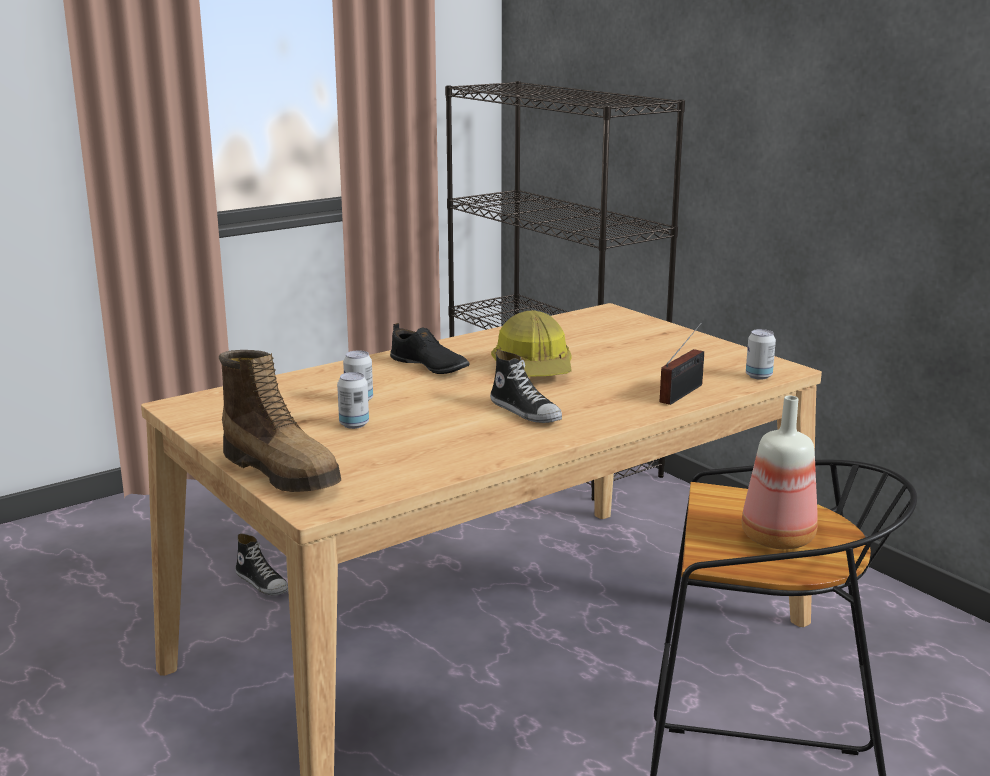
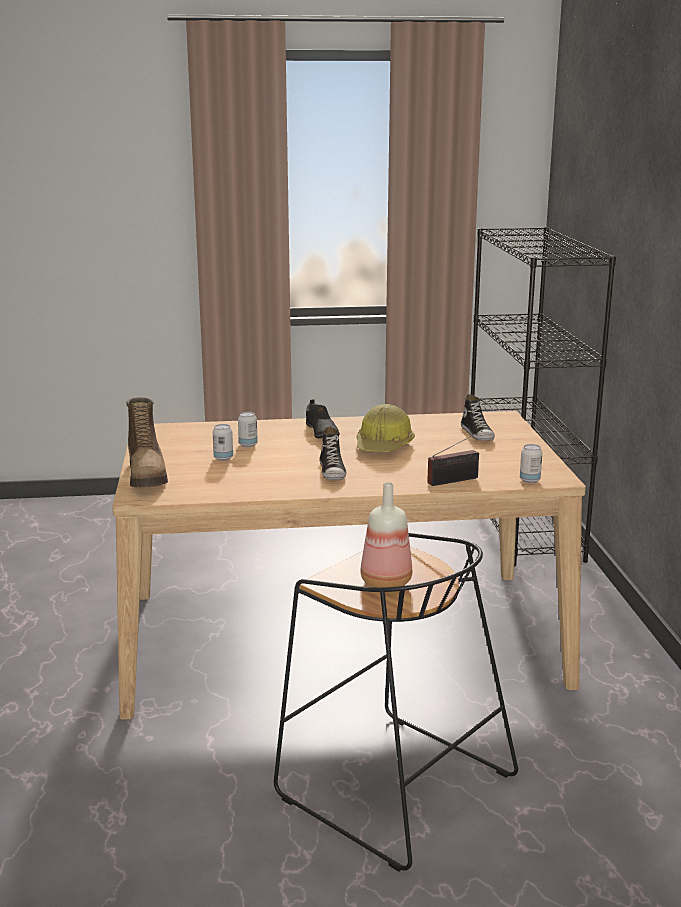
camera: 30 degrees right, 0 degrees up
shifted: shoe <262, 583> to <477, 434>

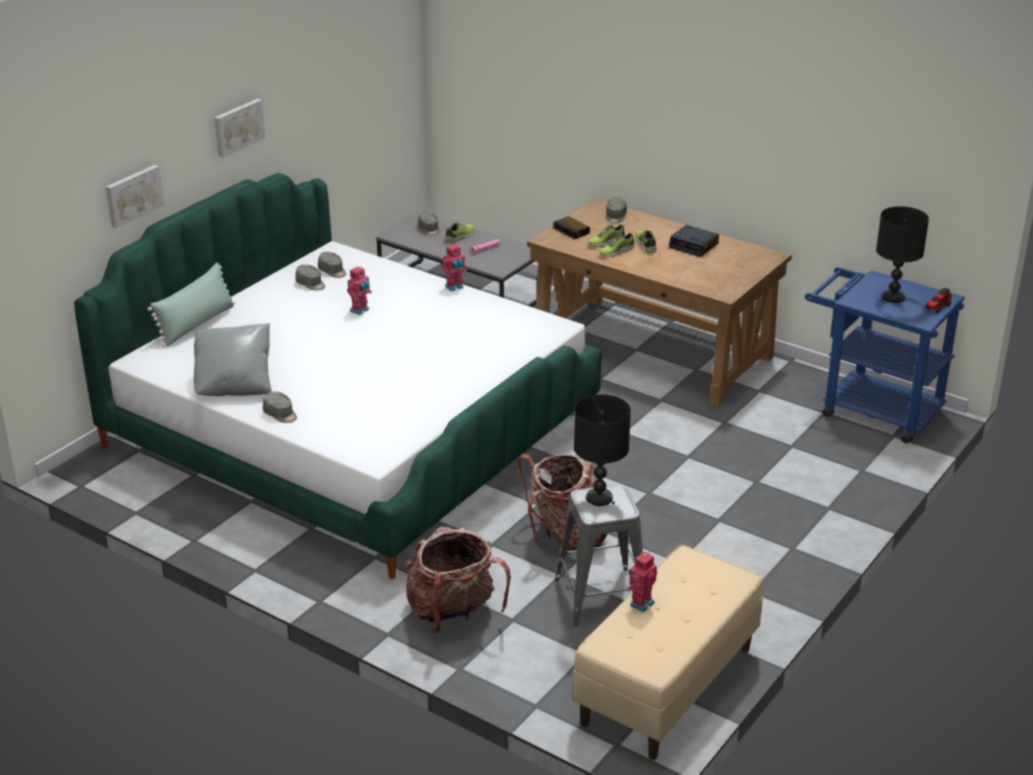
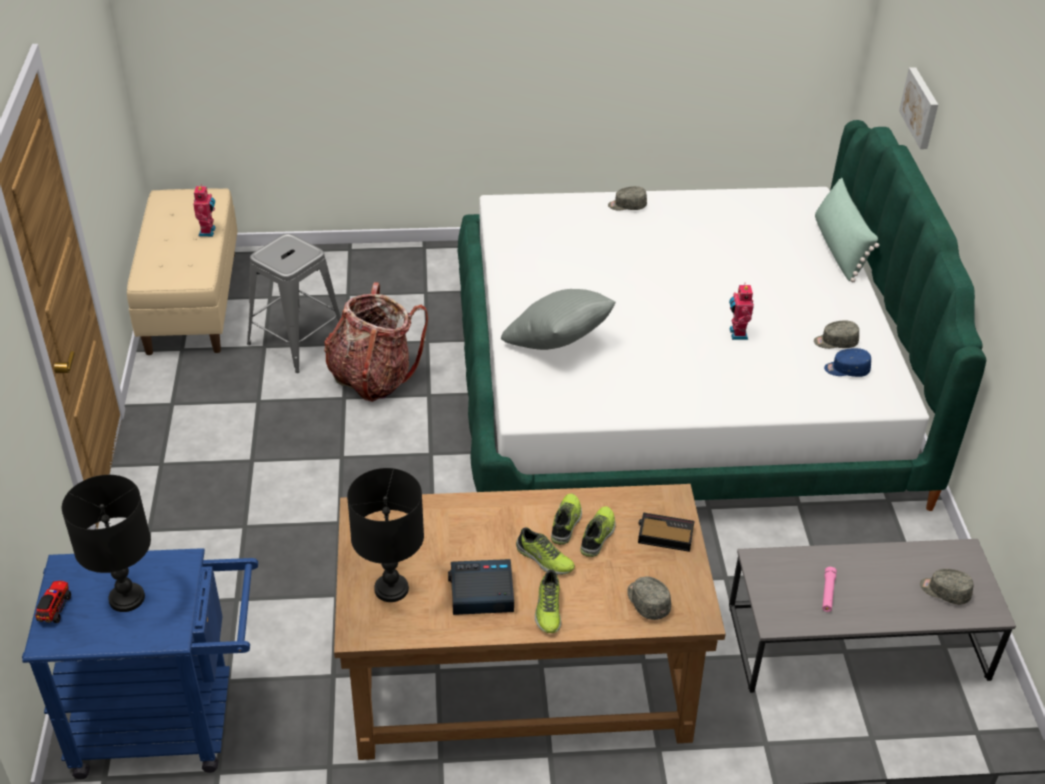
camera: 140 degrees right, 10 degrees up
gone: picture <238, 127>; toy robot <455, 287>; backpack <453, 613>
shifted: shoe <460, 236> to <548, 609>; grey pillow <235, 384> to <558, 344>; black table lamp <600, 498> to <391, 589>
repainted: grey cap <332, 271> to blue cap <846, 370>

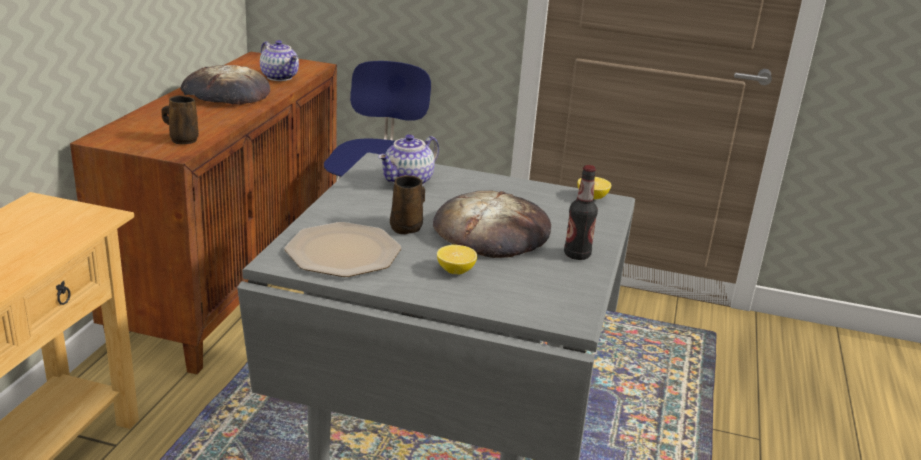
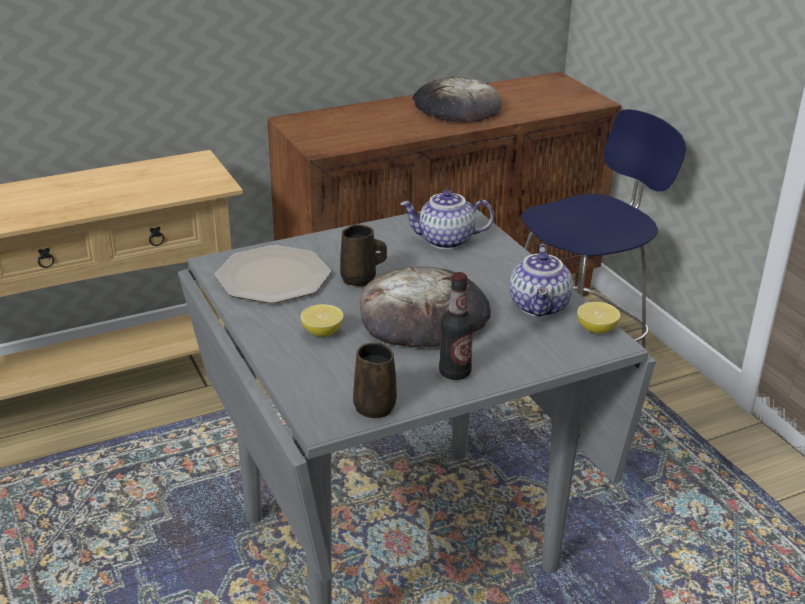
camera: 50 degrees right, 5 degrees up
shifted: teapot <280, 77> to <540, 307>; brown mug <182, 140> to <373, 405>

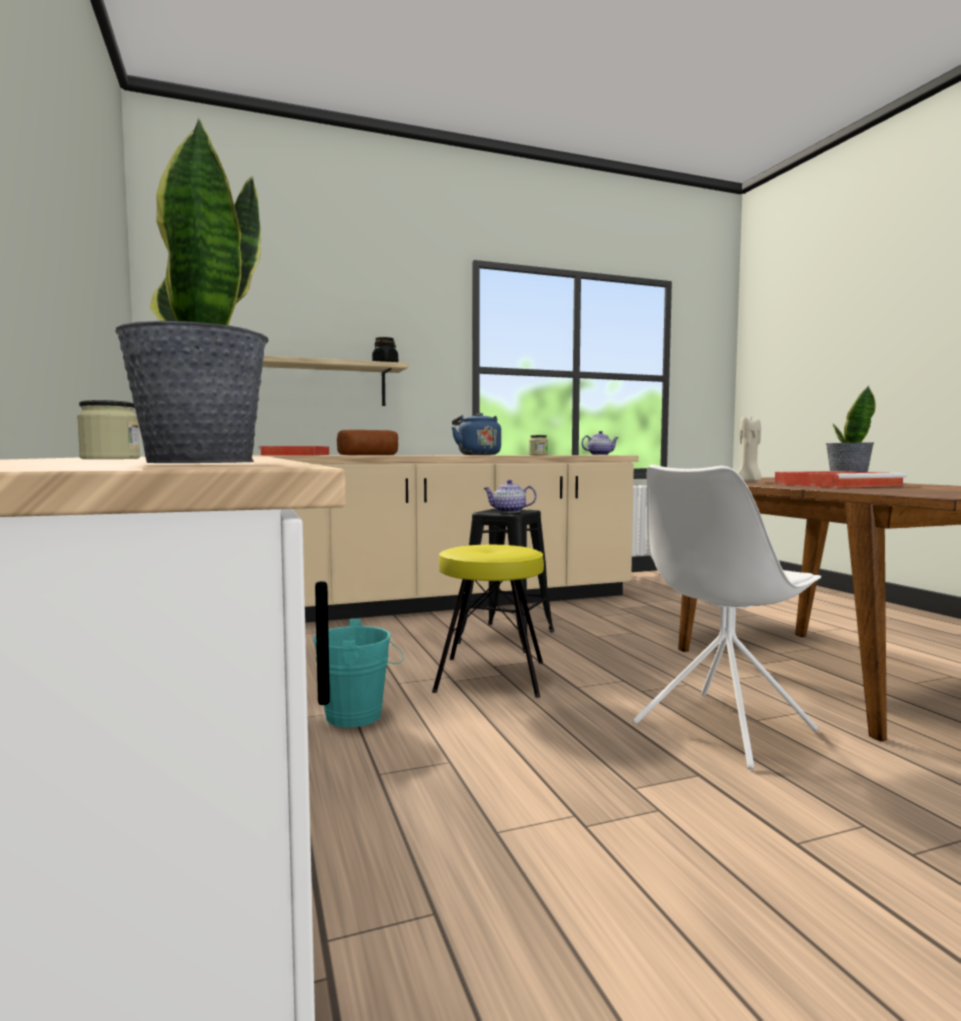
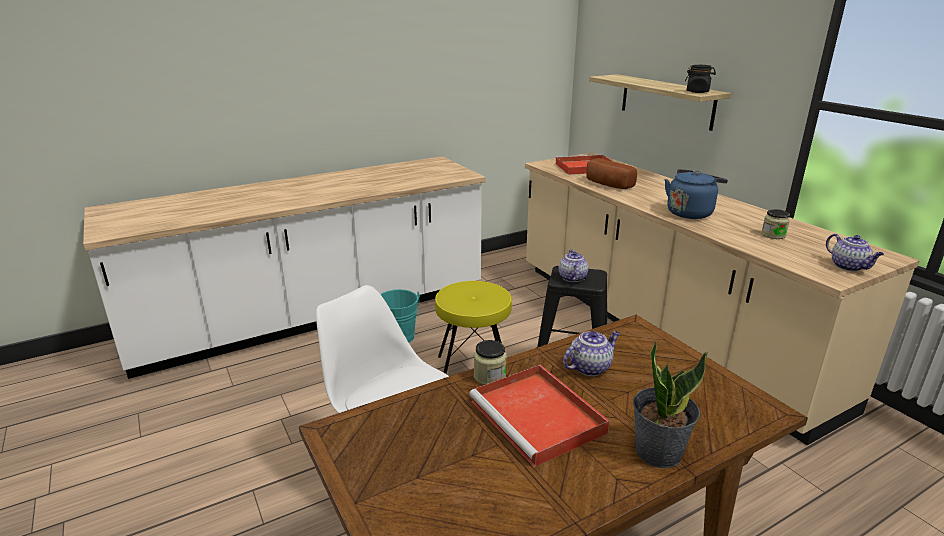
camera: 80 degrees right, 20 degrees up
gone: potted plant <198, 462>
shifted: jar <110, 459> to <489, 376>
swapped: beige candle <749, 482> to teapot <590, 367>

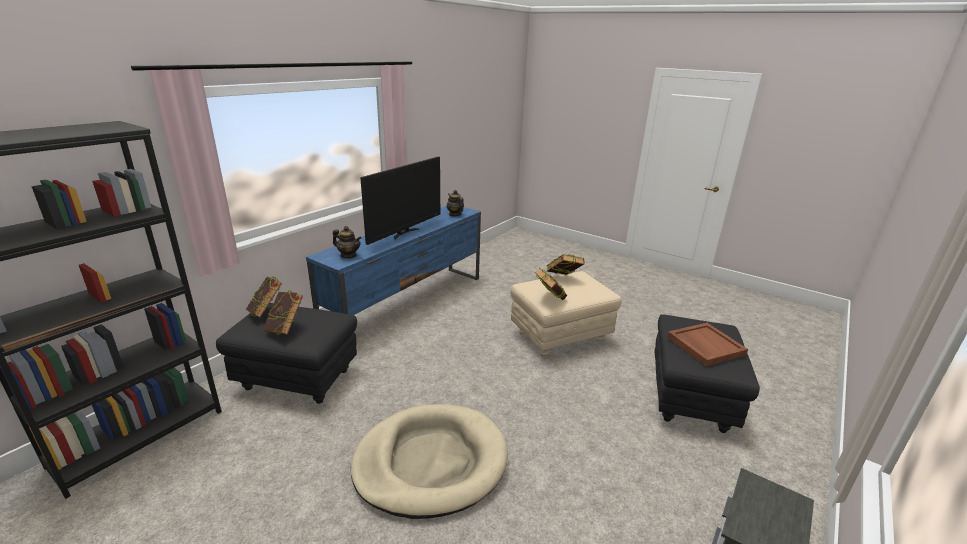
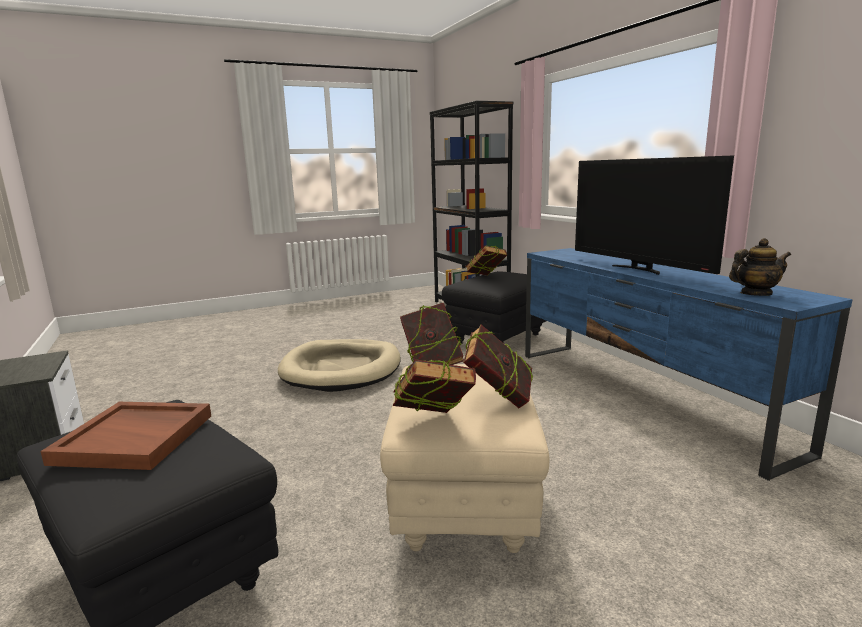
camera: 120 degrees right, 10 degrees down
gone: teapot <348, 255>
shifted: book <266, 313> to <433, 425>

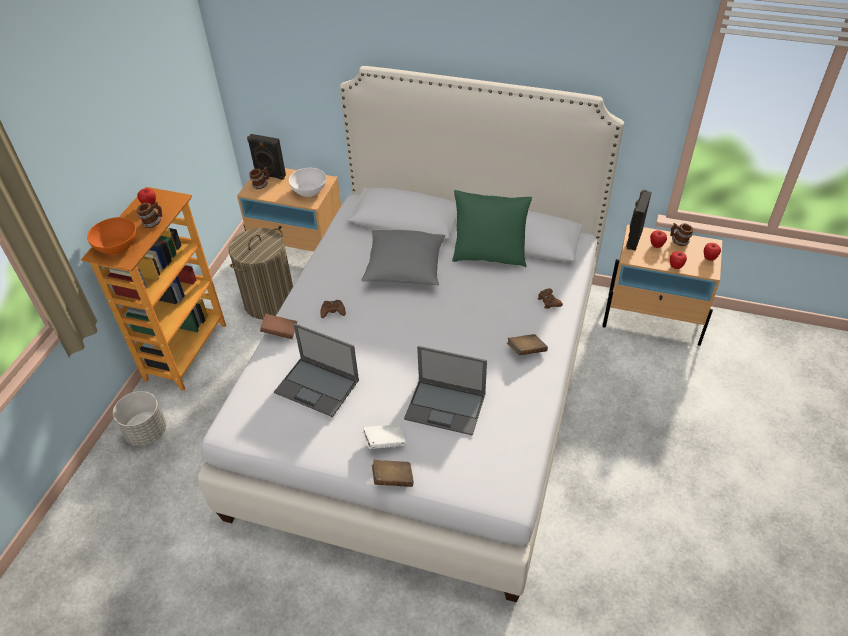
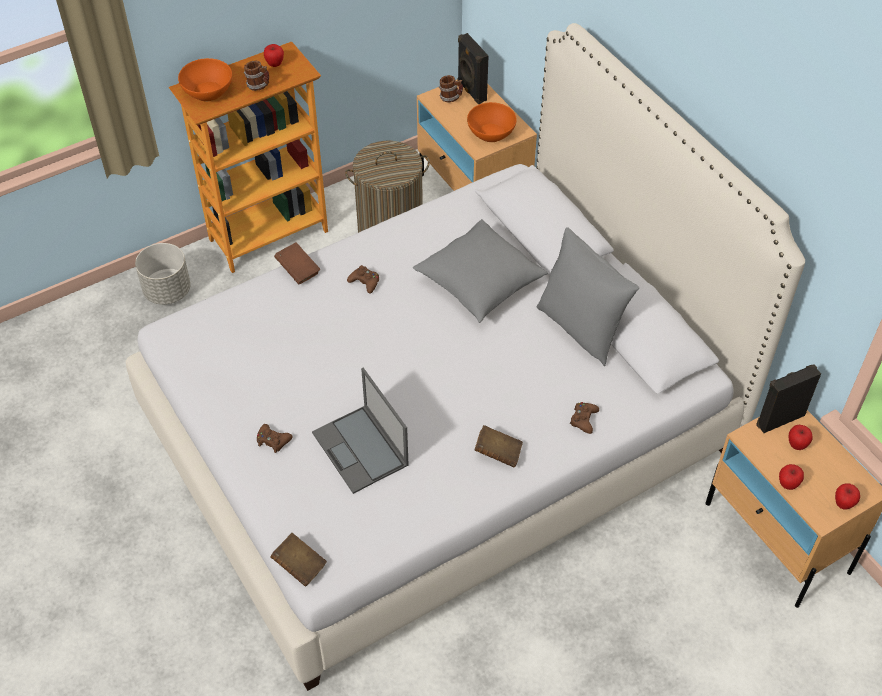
camera: 40 degrees right, 5 degrees up
gone: mug <678, 242>; laptop <318, 386>
shifted: brown book <393, 479> to <299, 566>
swapped: white book <384, 442> to brown game controller <273, 441>
repainted: white bowl <309, 190> to orange bowl <491, 133>; green pillow <489, 256> to grey pillow <580, 328>

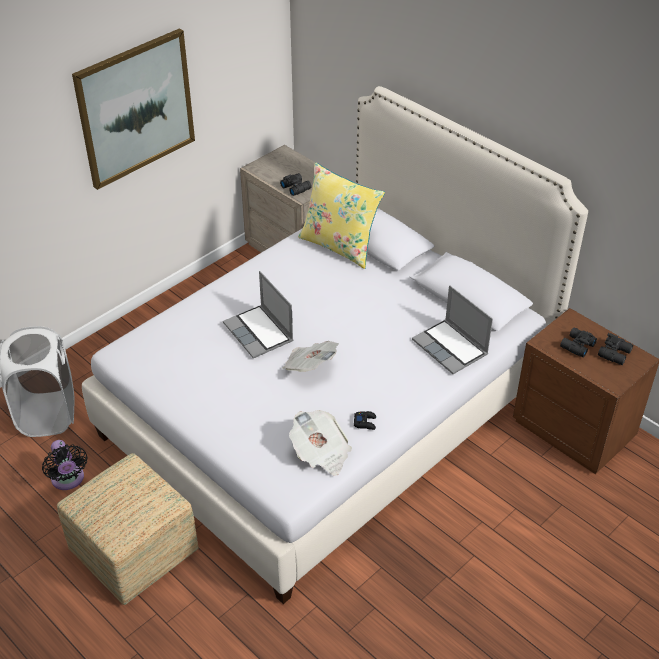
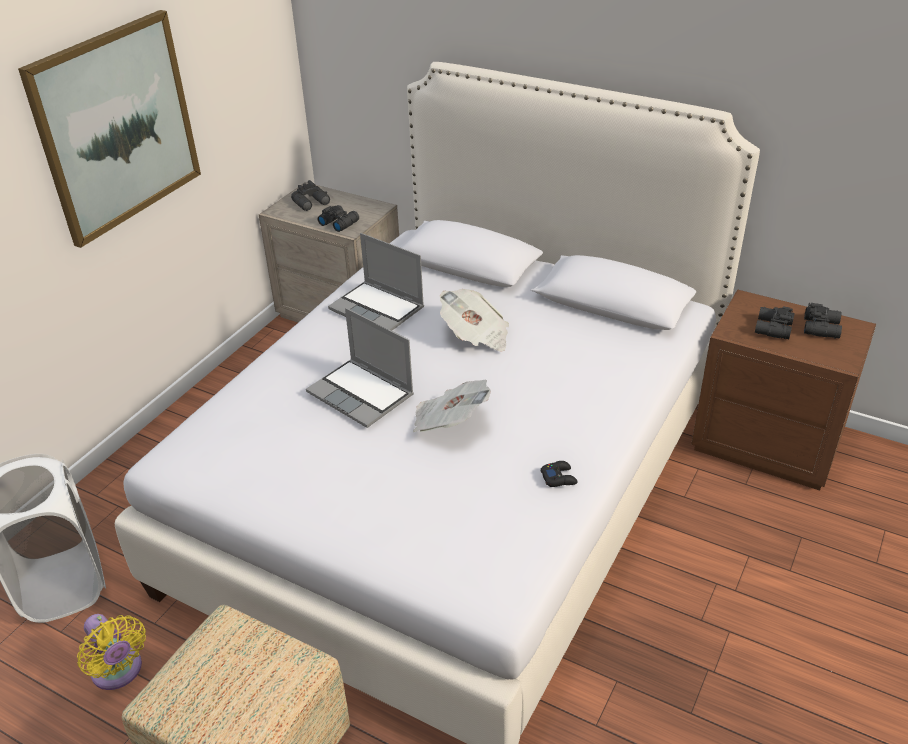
camera: 15 degrees left, 5 degrees down
gone: yellow pillow <339, 245>
new: black binoculars <312, 203>
shifted: laptop <451, 348> to <378, 309>; newspaper <321, 453> to <476, 336>
repainted: black fan <68, 480> to yellow fan <119, 672>

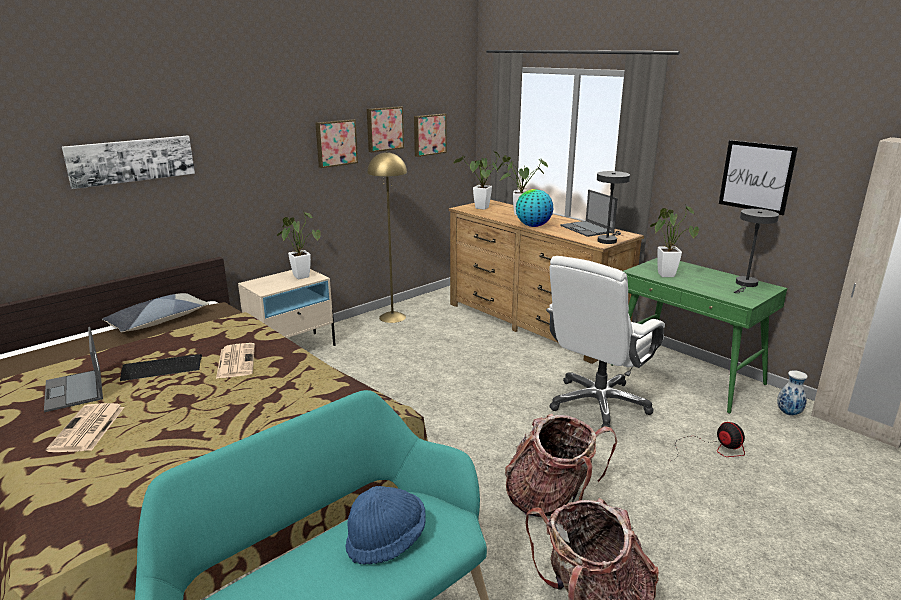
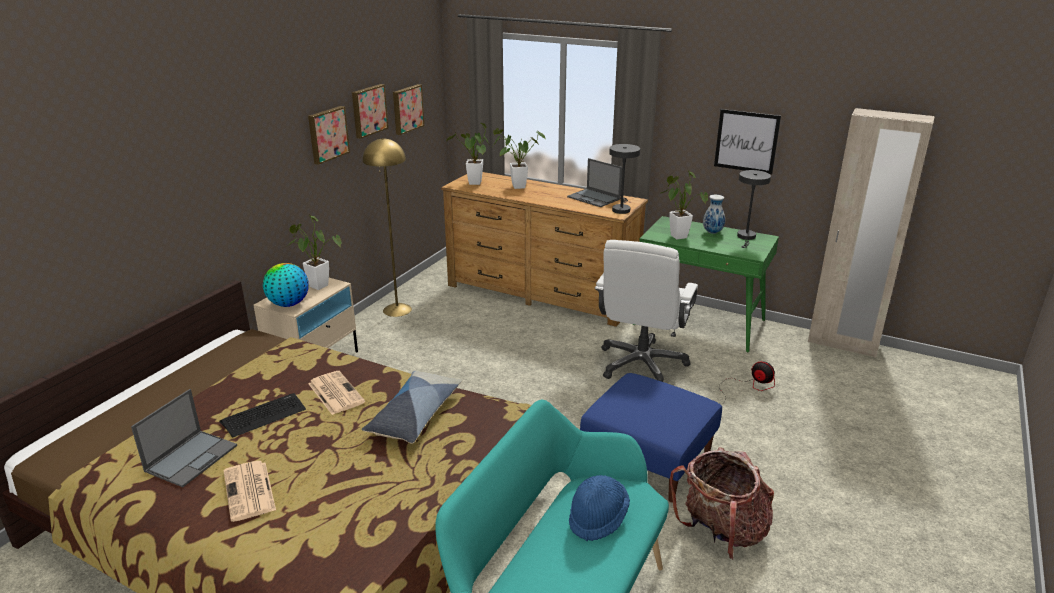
camera: 20 degrees left, 5 degrees up
gone: picture <131, 160>
shifted: globe <533, 226> to <288, 304>; pillow <158, 321> to <414, 415>; vase <788, 413> to <712, 232>
swapped: backpack <551, 501> to blue ottoman <649, 459>
rotated: laptop <74, 390> = <192, 457> 105 degrees counterclockwise

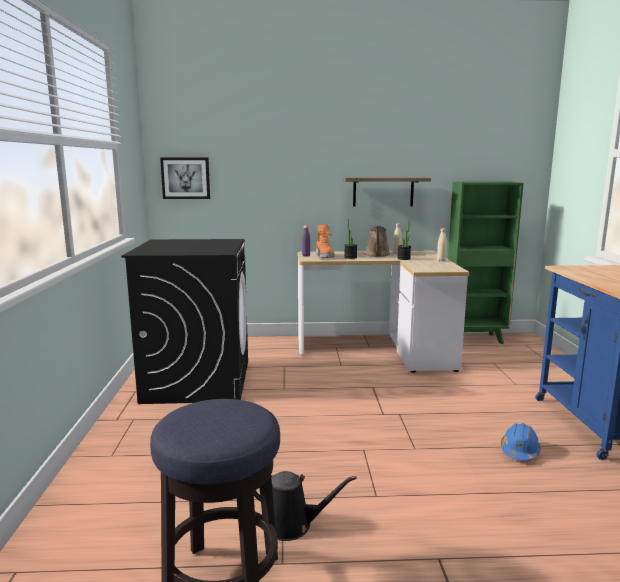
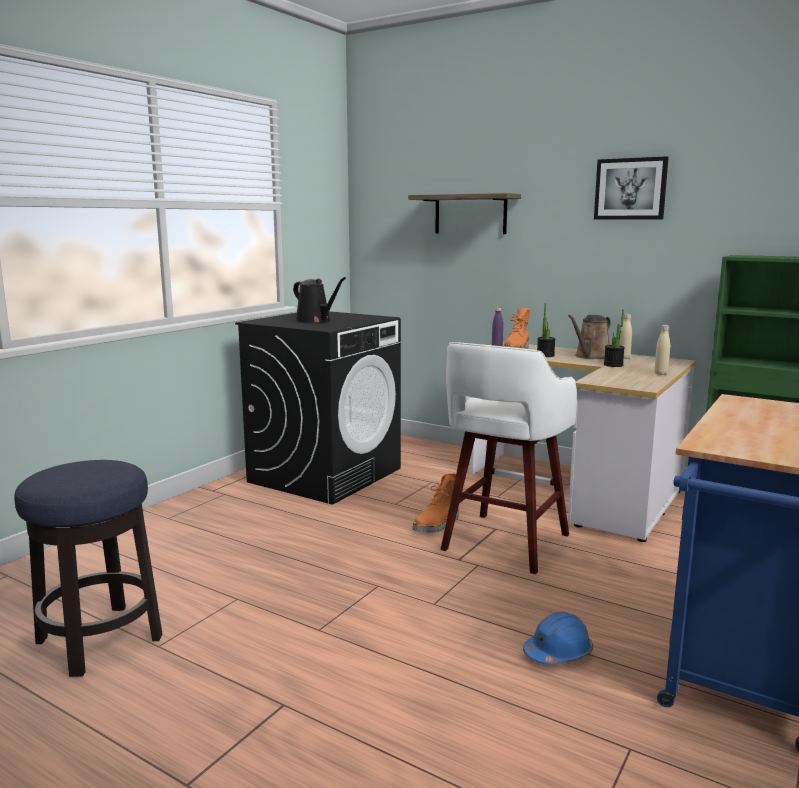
camera: 35 degrees right, 0 degrees up
new: white stool <504, 544>; orange boot <437, 525>
shifted: picture <185, 178> to <630, 189>; shelf <383, 191> to <470, 214>; black watering can <292, 524> to <315, 321>

